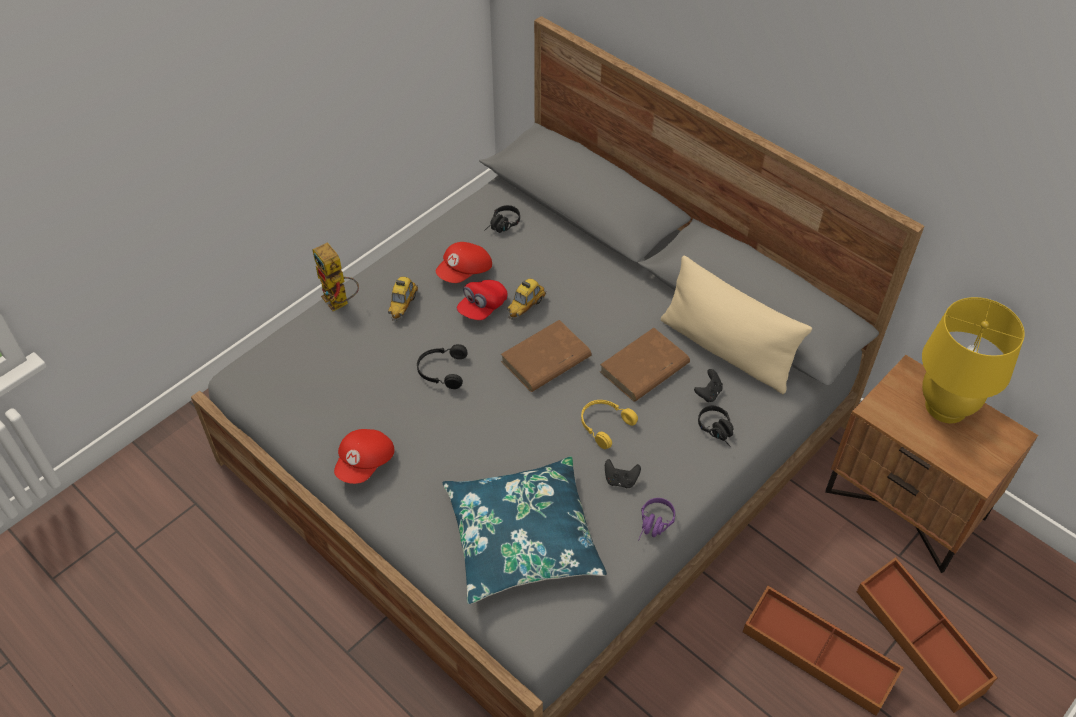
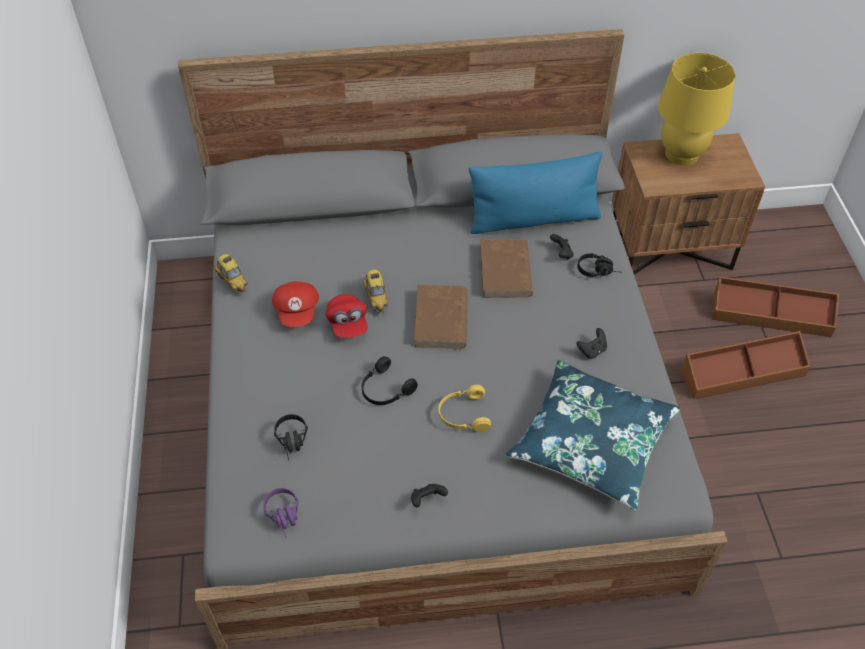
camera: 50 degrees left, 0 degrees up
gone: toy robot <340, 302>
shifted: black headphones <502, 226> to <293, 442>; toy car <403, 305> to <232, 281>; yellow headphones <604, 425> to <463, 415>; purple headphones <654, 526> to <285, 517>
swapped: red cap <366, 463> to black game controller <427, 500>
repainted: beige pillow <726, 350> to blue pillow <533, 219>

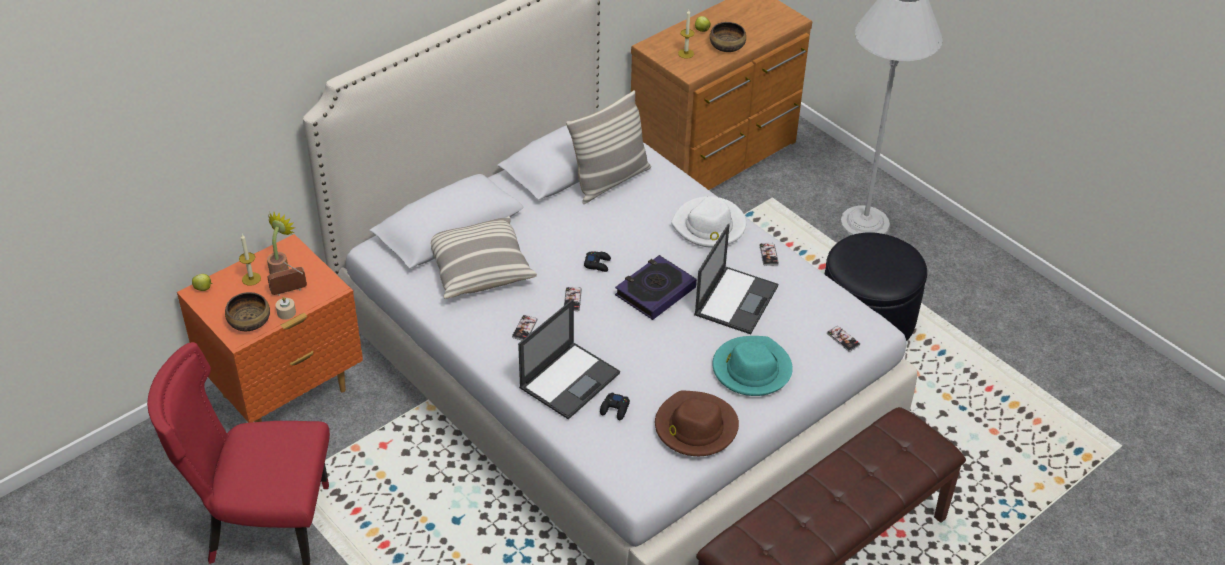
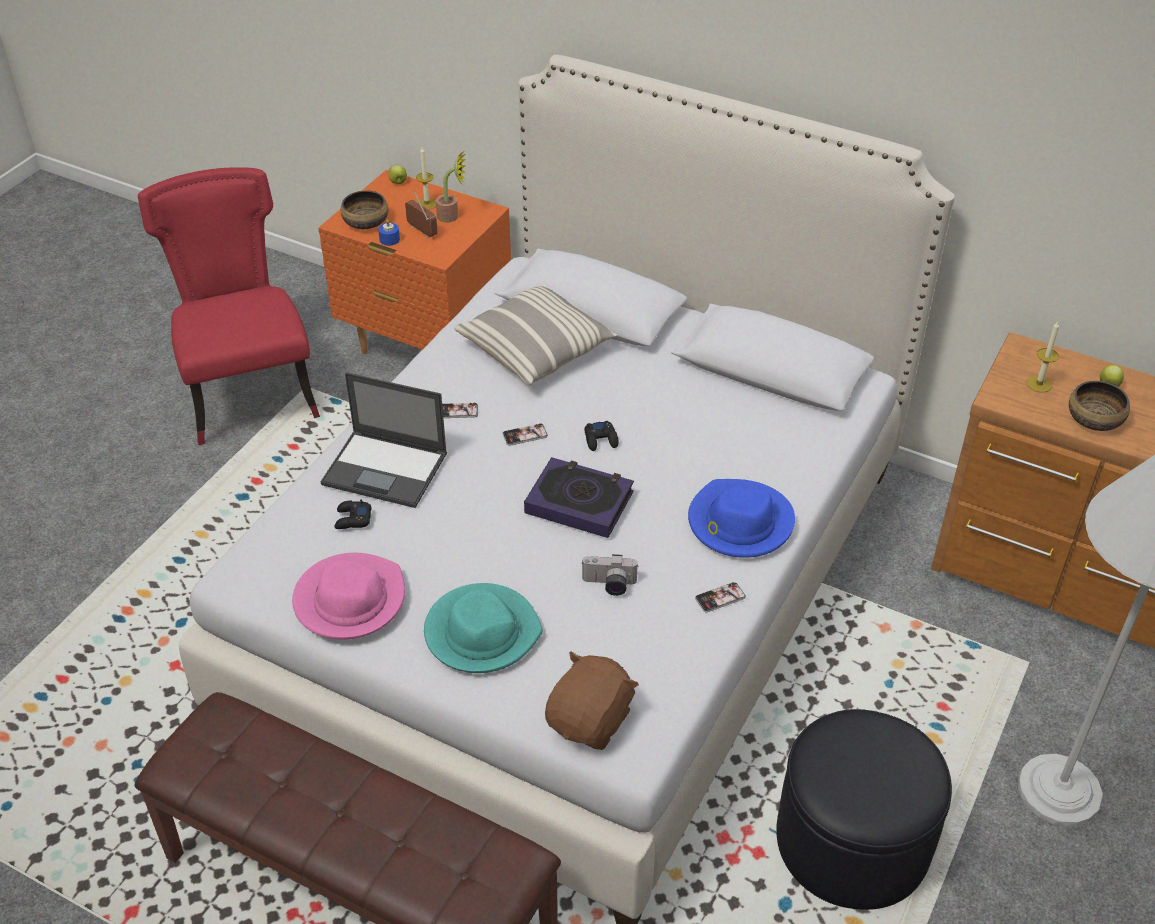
camera: 70 degrees right, 0 degrees up
gone: pillow <610, 181>
swapped: laptop <736, 299> to photo camera <609, 585>; phone <843, 339> to brown plush toy <591, 720>
repainted: white hat <709, 226> to blue hat <739, 523>; beige candle <286, 312> to blue candle <389, 239>; brown hat <695, 427> to pink hat <349, 600>

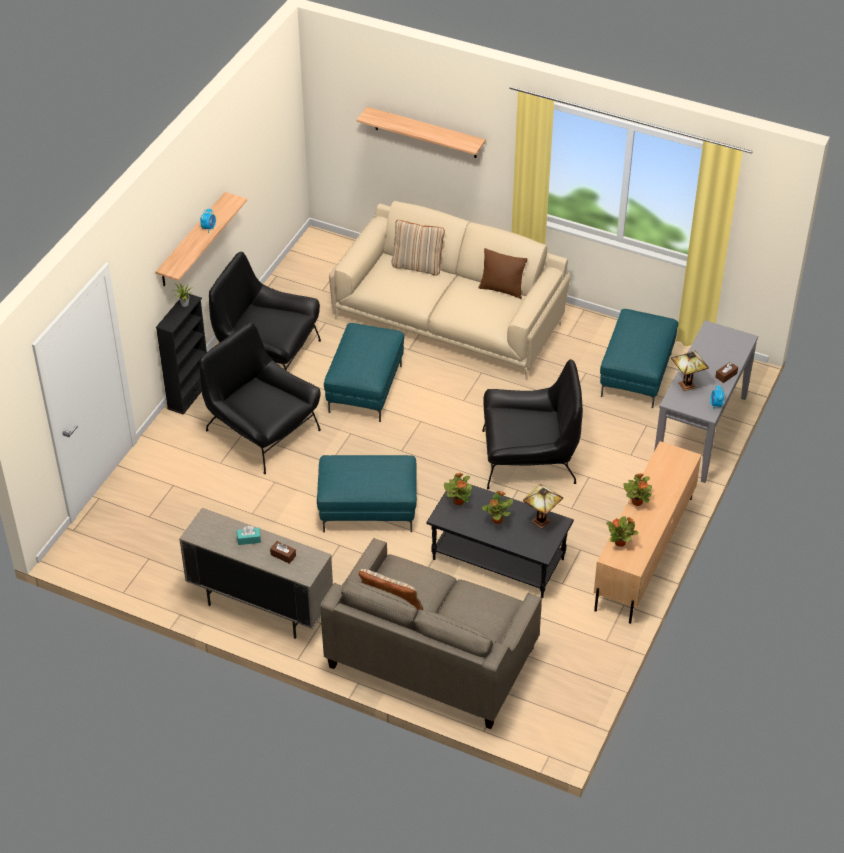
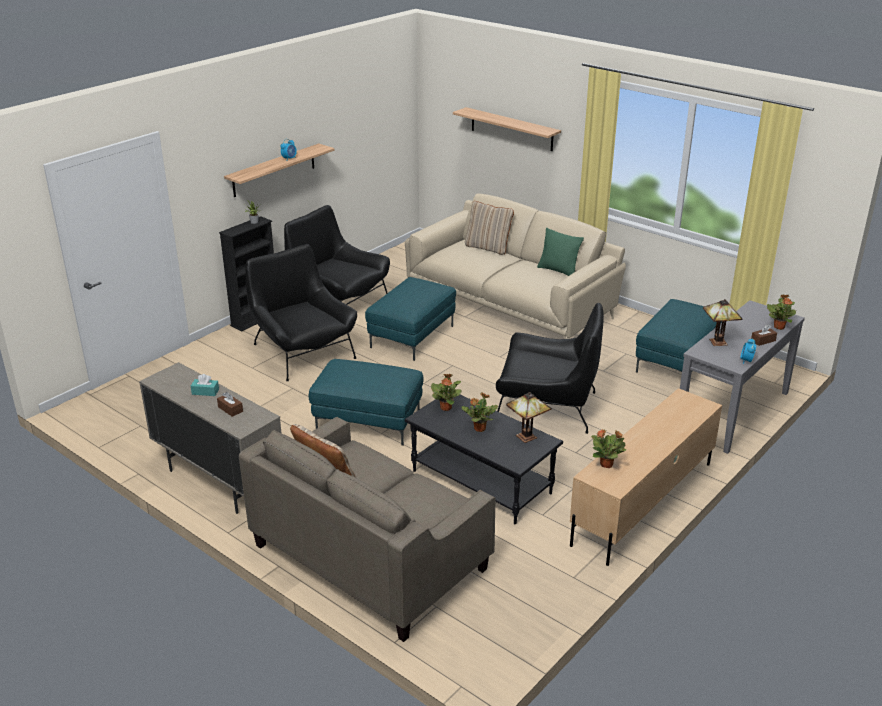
camera: 15 degrees right, 15 degrees down
shifted: potted plant <637, 502> to <779, 327>
repainted: brown pillow <501, 289> to green pillow <558, 270>

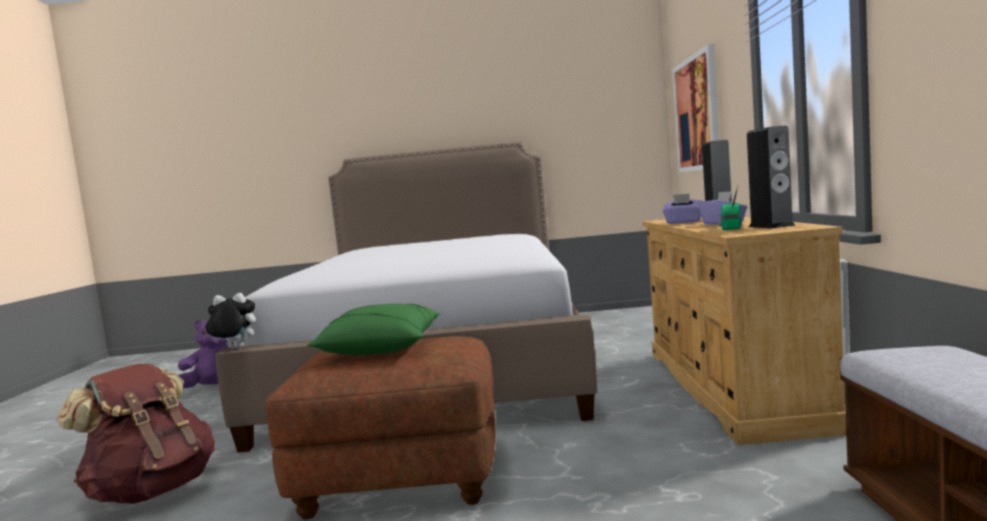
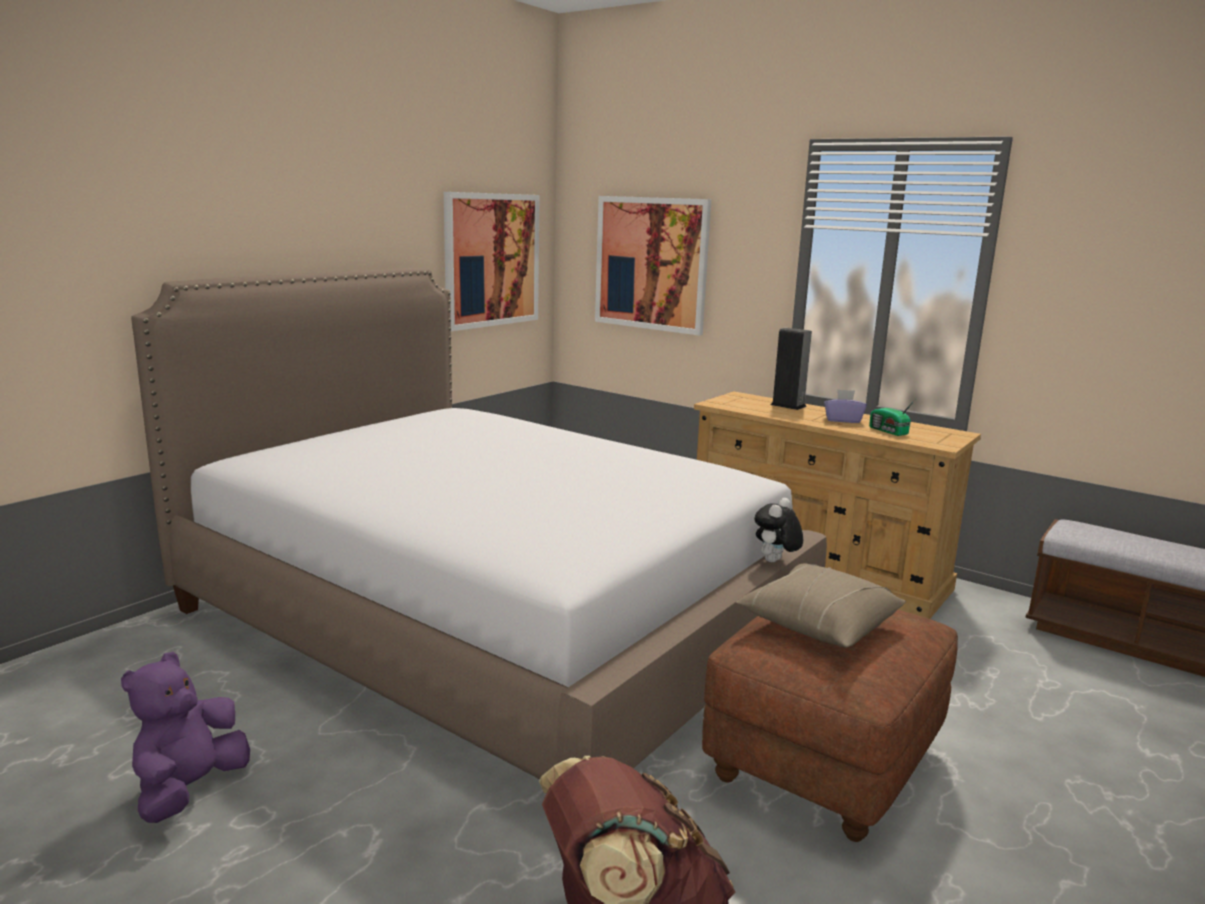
camera: 55 degrees left, 10 degrees up
gone: speaker <771, 226>; purple tissue box <683, 222>
new: picture <492, 260>
shifted: plush toy <234, 348> to <775, 562>
repainted: green pillow <381, 348> to beige pillow <818, 624>

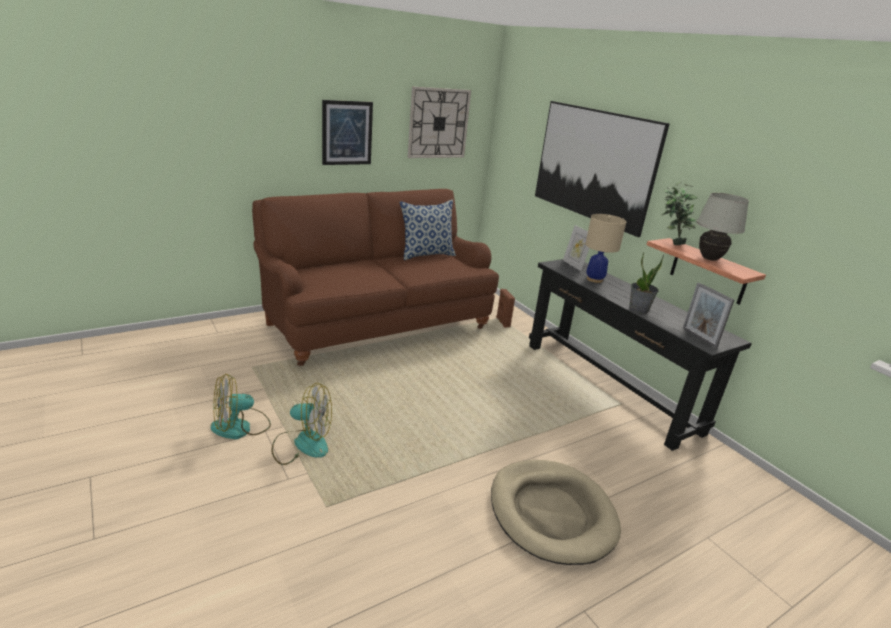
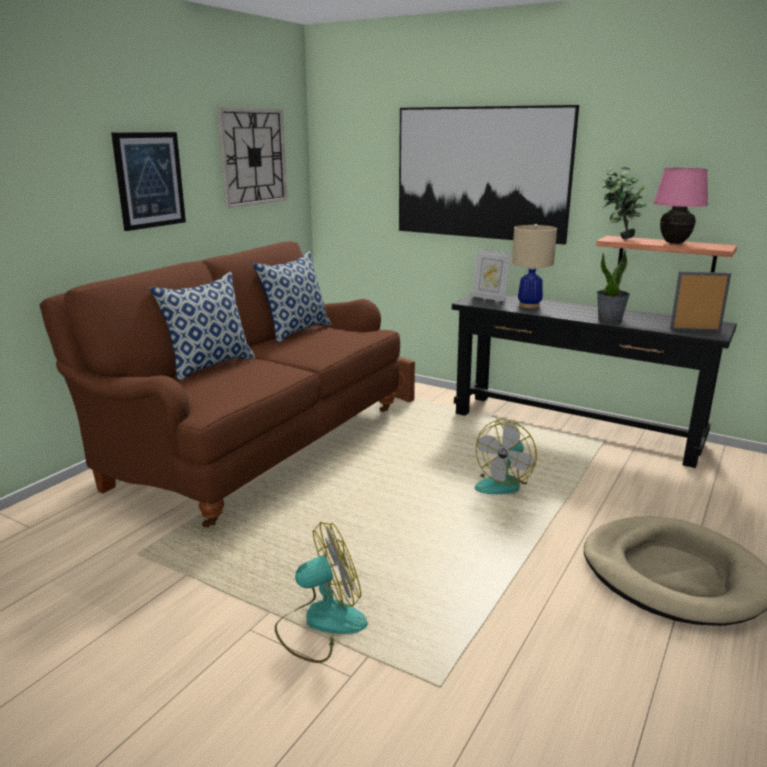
camera: 25 degrees left, 5 degrees down
new: pillow <210, 365>
shifted: fan <240, 427> to <502, 483>
repainted: white table lamp <709, 259> to pink table lamp <674, 243>
rotated: picture frame <699, 337> = <695, 330> 150 degrees clockwise

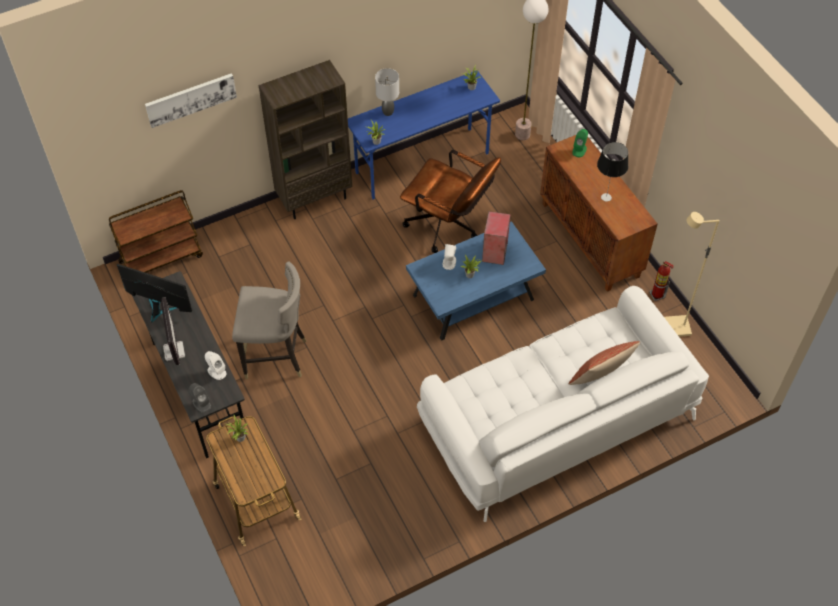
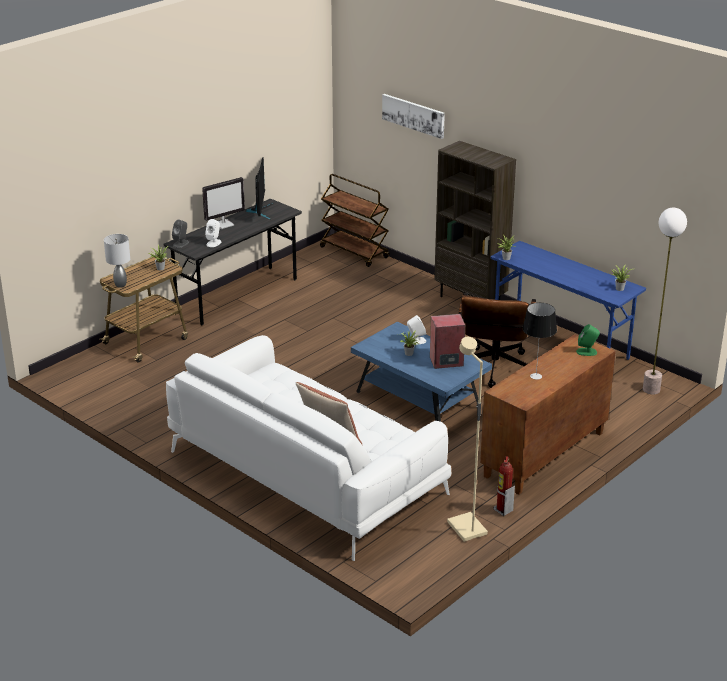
camera: 70 degrees right, 25 degrees down
gone: grey stool <276, 357>
shifted: grey table lamp <387, 112> to <120, 285>

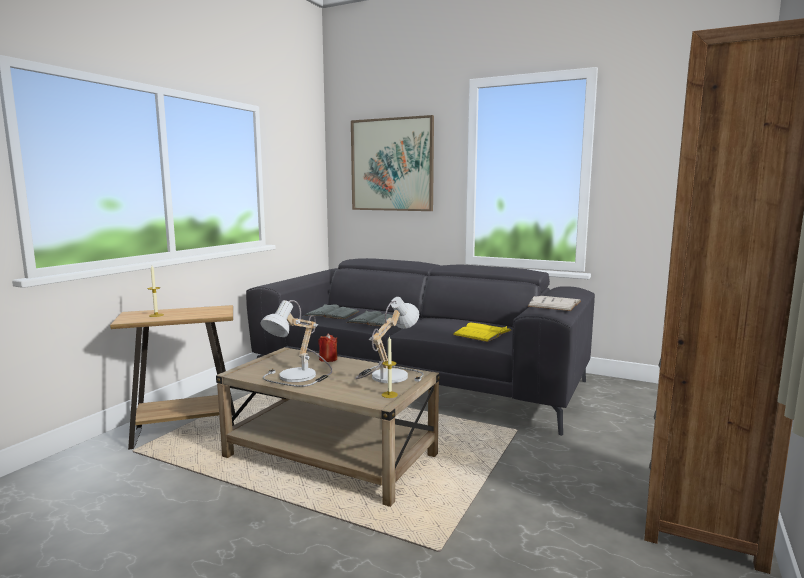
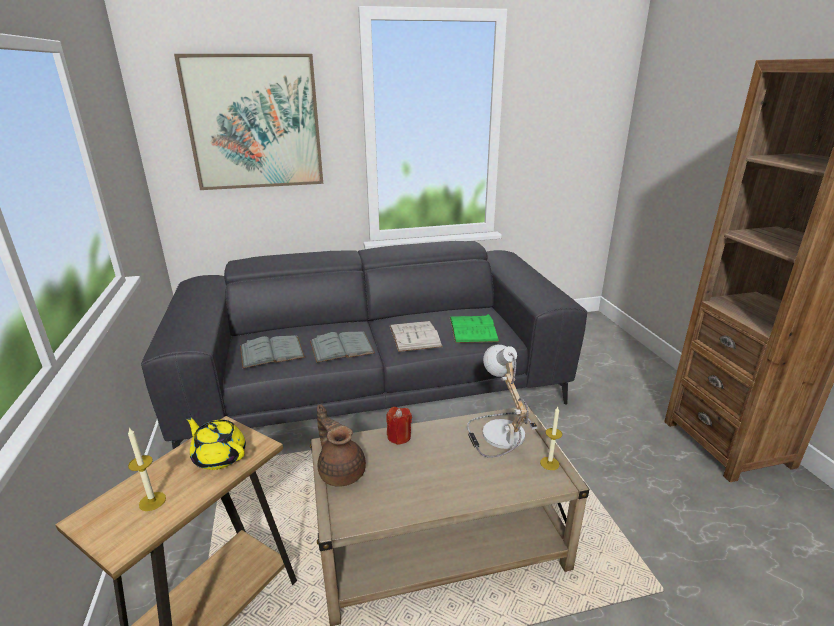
camera: 40 degrees left, 15 degrees up
gone: table lamp <299, 377>
new: brown teapot <341, 471>; yellow teapot <219, 456>
shifted: white book <555, 304> to <415, 336>
repainted: yellow book <482, 333> to green book <473, 329>

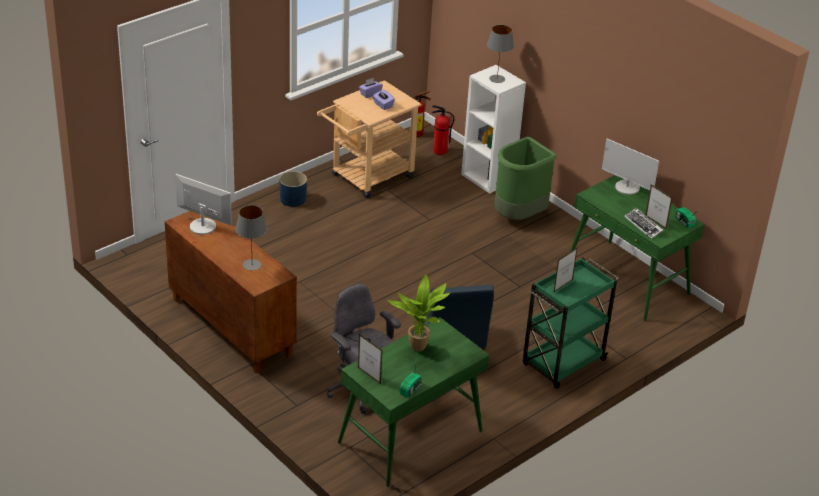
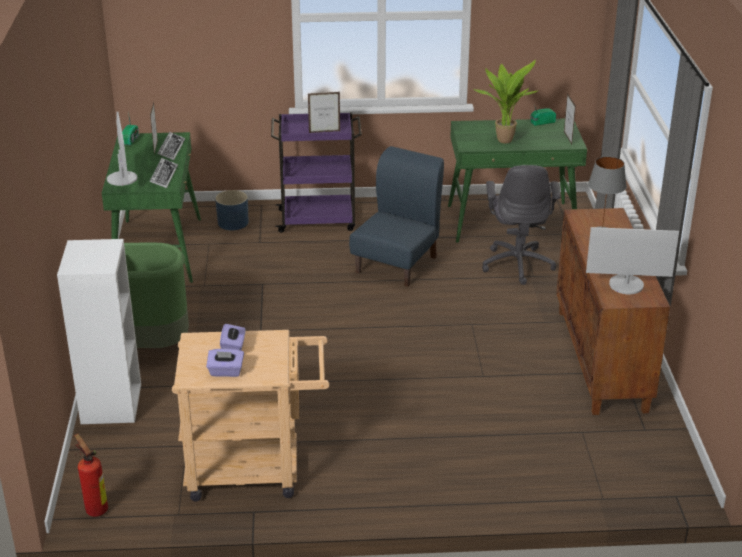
camera: 140 degrees left, 5 degrees down
gone: grey table lamp <497, 79>; fire extinguisher <439, 151>
new: keyboard <163, 176>
shifted: blue planter <293, 199> to <233, 223>
repainted: green cart <562, 363> to purple cart <318, 220>
rotated: monitor <203, 226> = <626, 285> 60 degrees counterclockwise

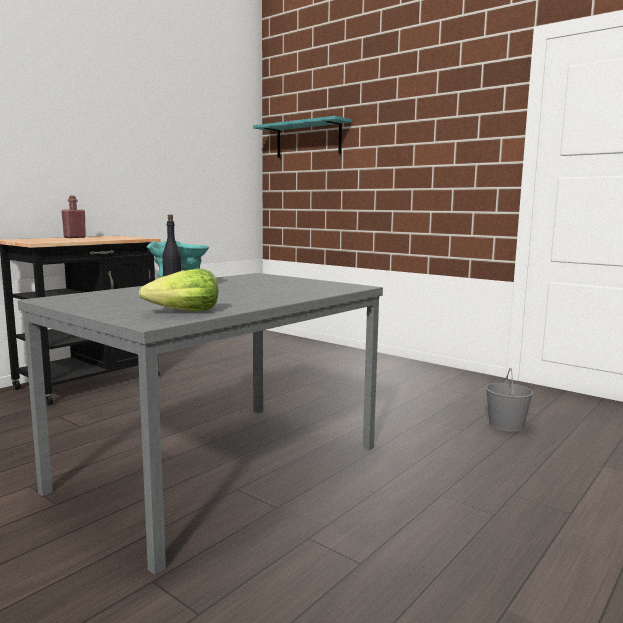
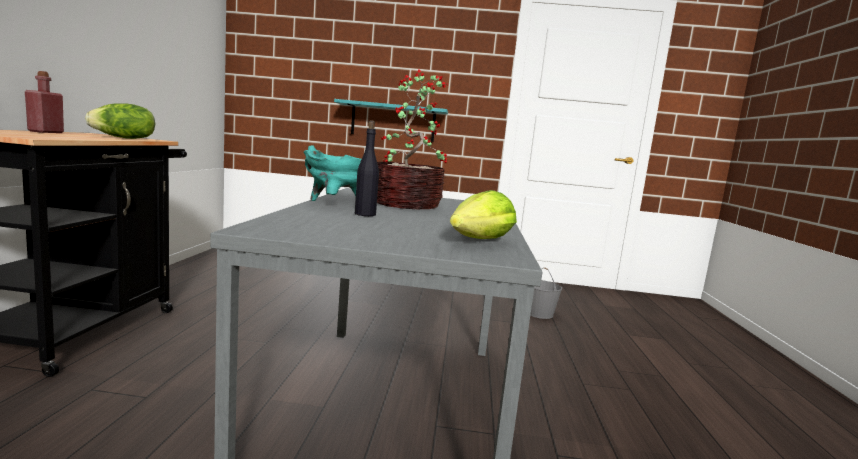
camera: 35 degrees left, 0 degrees up
new: potted plant <407, 204>; lettuce <124, 138>
shifted: turquoise shelf <308, 139> to <393, 122>

